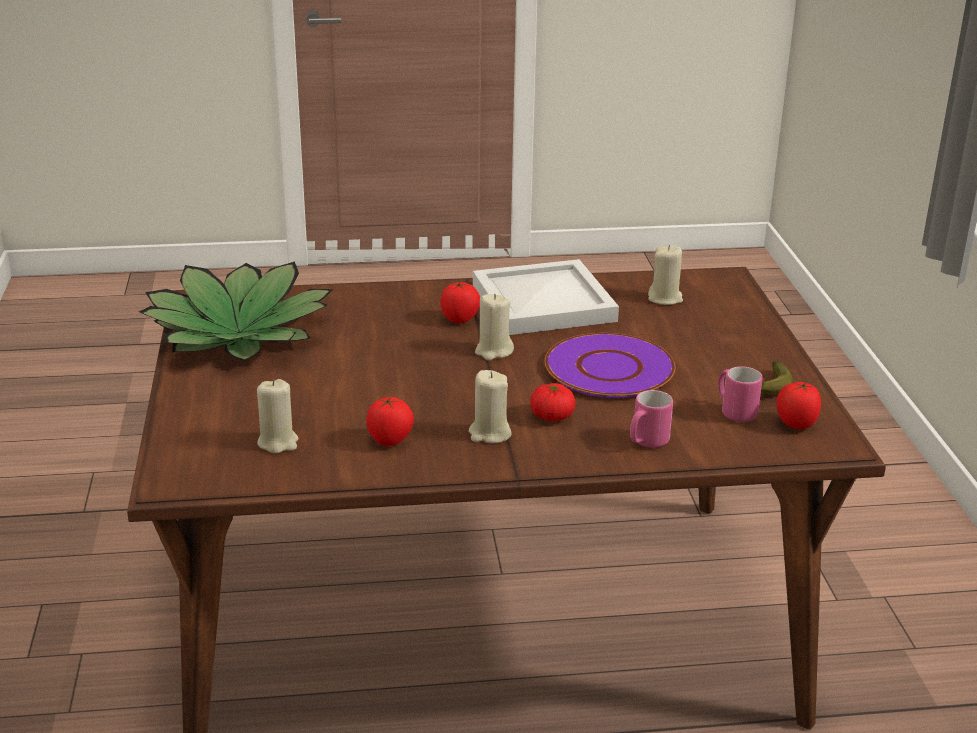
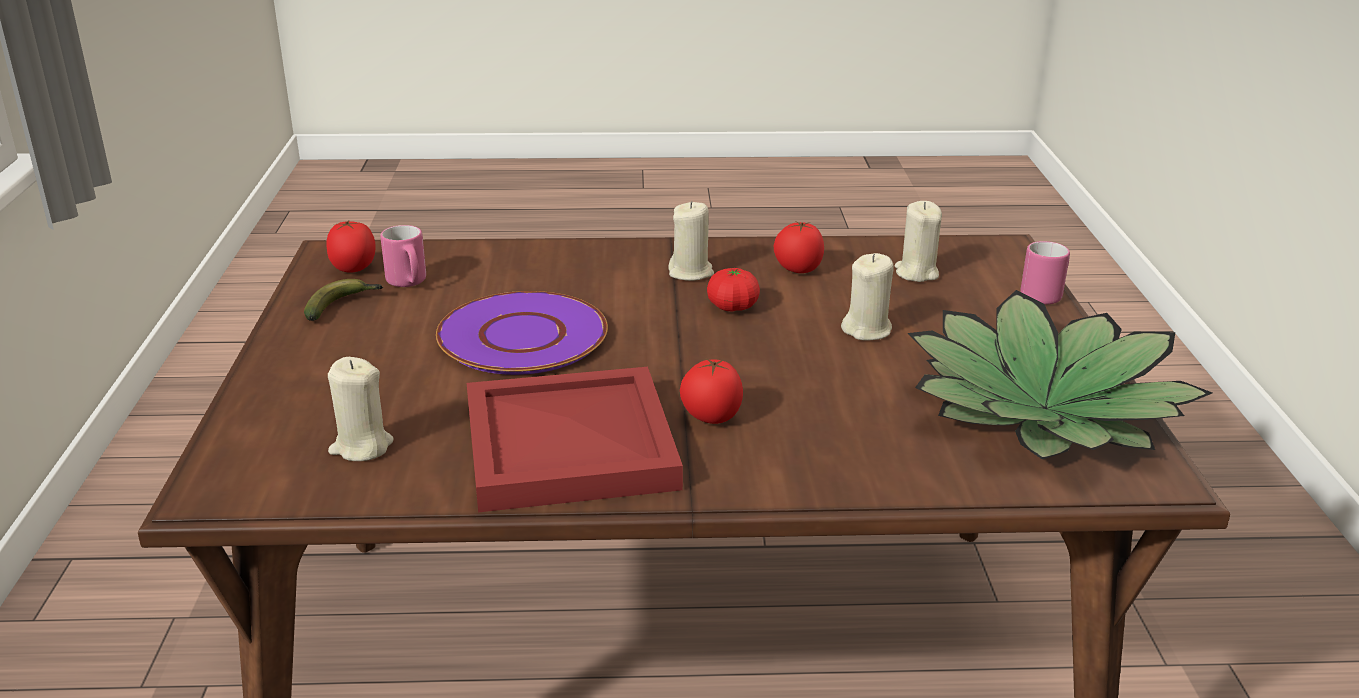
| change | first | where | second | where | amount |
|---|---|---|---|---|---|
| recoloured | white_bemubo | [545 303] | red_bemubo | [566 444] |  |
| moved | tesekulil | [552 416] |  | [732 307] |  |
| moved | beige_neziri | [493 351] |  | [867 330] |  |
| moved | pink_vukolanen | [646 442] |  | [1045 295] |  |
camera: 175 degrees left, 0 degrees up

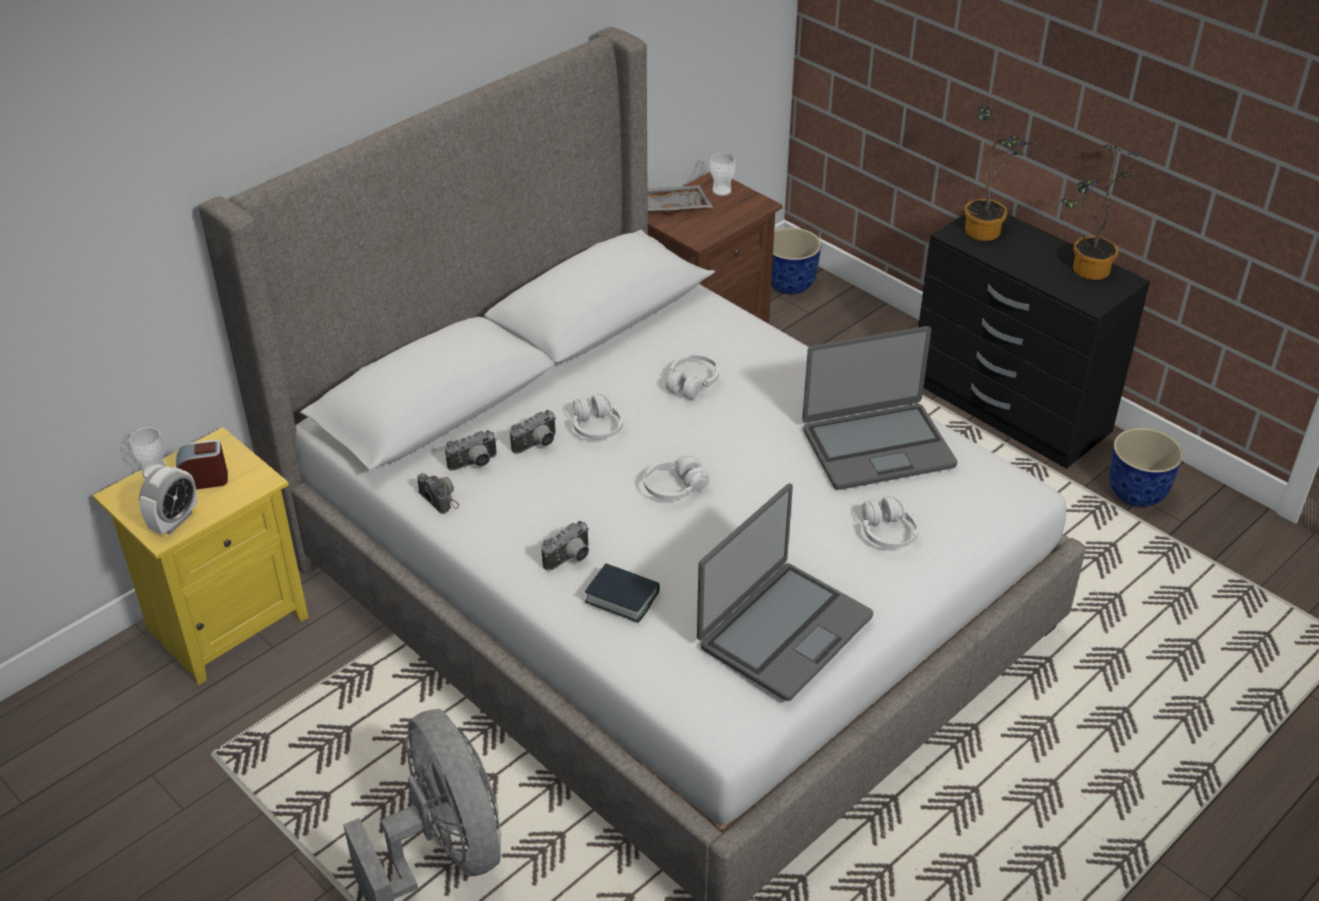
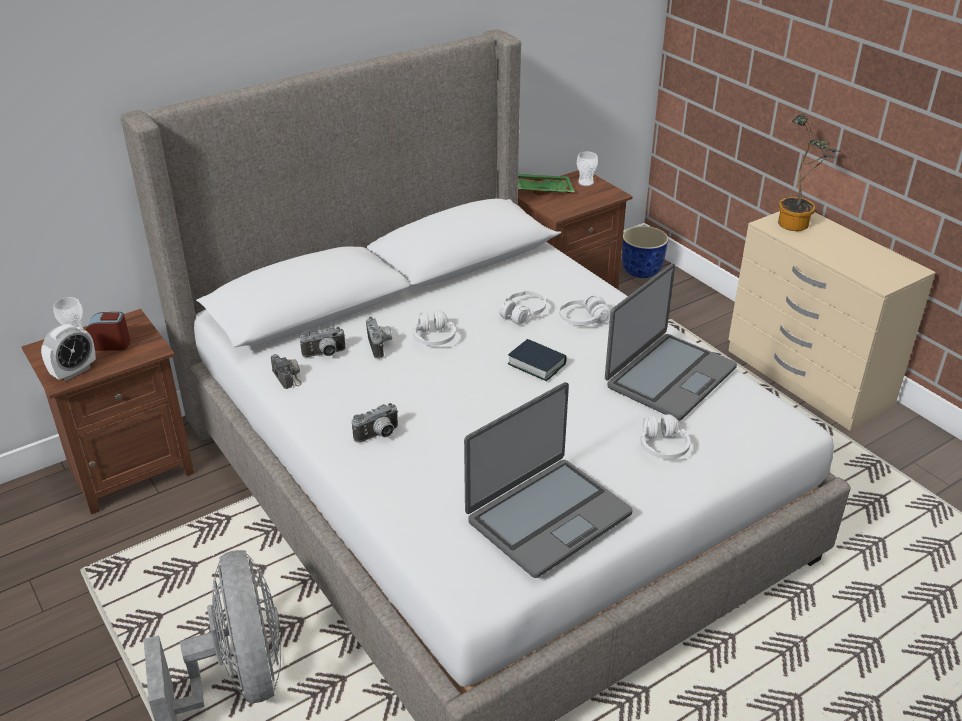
| change | first | where | second | where | amount |
|---|---|---|---|---|---|
| recoloured | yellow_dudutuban | [225 623] | brown_dudutuban | [129 469] |  |
| turned | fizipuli | [537 445] |  | [381 346] | 75 degrees counterclockwise |
| moved | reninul | [622 597] |  | [536 364] |  |
| recoloured | grey_bemubo | [672 206] | green_bemubo | [543 190] |  |
| moved | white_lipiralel | [675 488] |  | [583 320] |  |
| turned | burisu | [877 446] |  | [669 377] | 45 degrees counterclockwise |
| recoloured | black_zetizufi | [1009 408] | beige_zetizufi | [807 379] |  |
| removed | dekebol | [1085 270] |  |  |  |
| removed | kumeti | [1137 493] |  |  |  |
camera: 10 degrees right, 5 degrees down

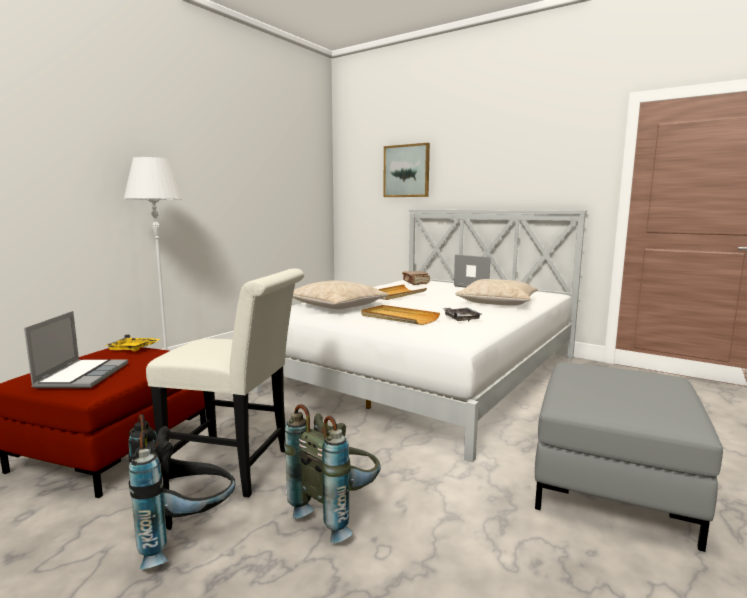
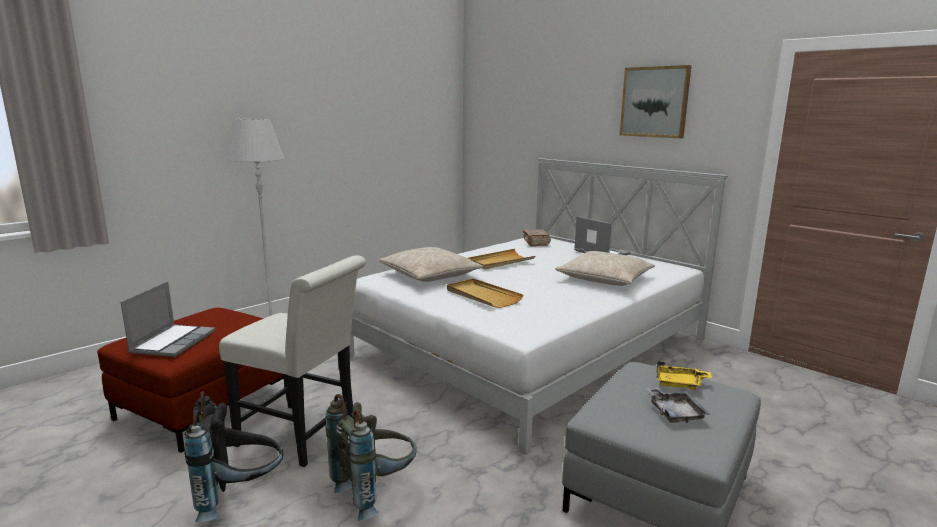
| change | first | where | second | where | amount |
|---|---|---|---|---|---|
| moved | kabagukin | [406 171] |  | [654 102] |  |
| moved | grey_bemubo | [460 319] |  | [674 412] |  |
| moved | yellow_bemubo | [132 349] |  | [680 384] |  |
camera: 10 degrees right, 5 degrees up

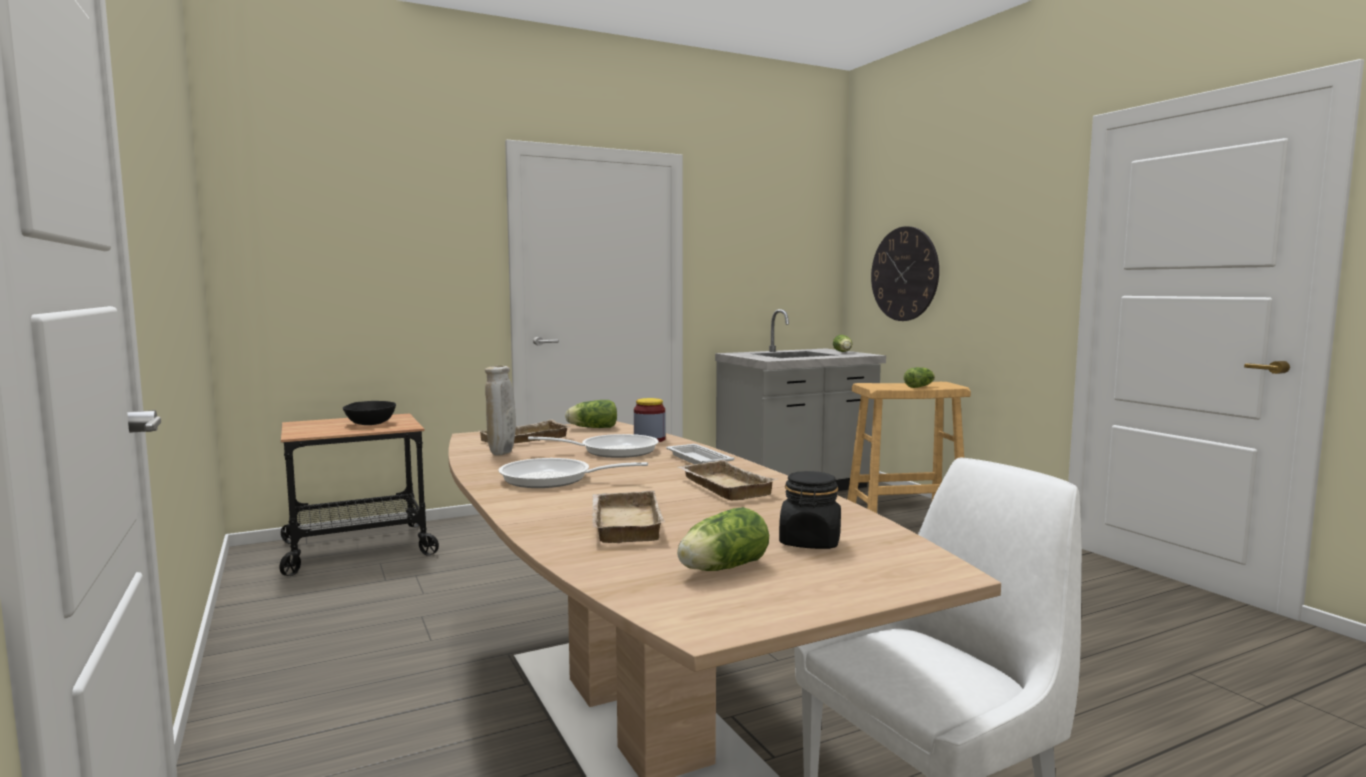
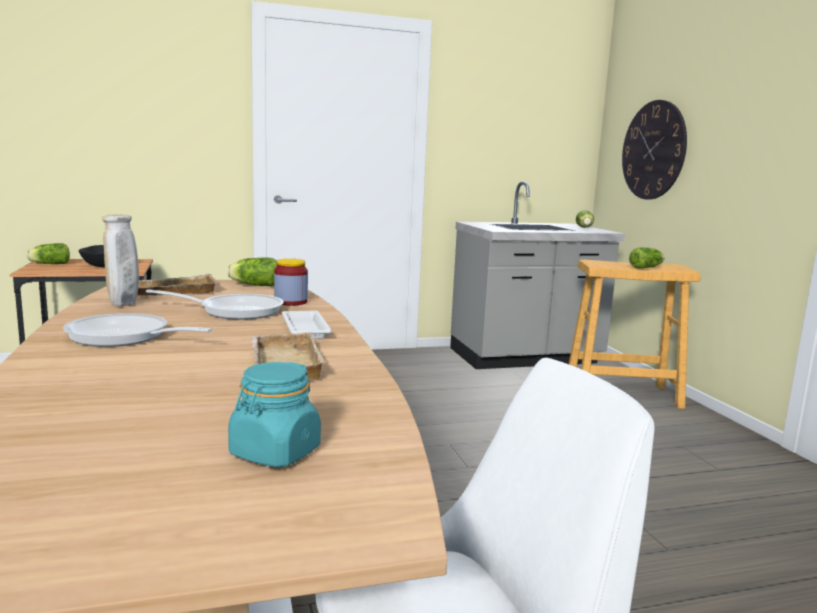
| change | first | where | second | where | amount |
|---|---|---|---|---|---|
| moved | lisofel | [720 569] |  | [49 264] |  |
| recoloured | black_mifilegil | [810 542] | turquoise_mifilegil | [275 453] |  |
| removed | beige_bemubo | [622 524] |  |  |  |
camera: 10 degrees right, 5 degrees up

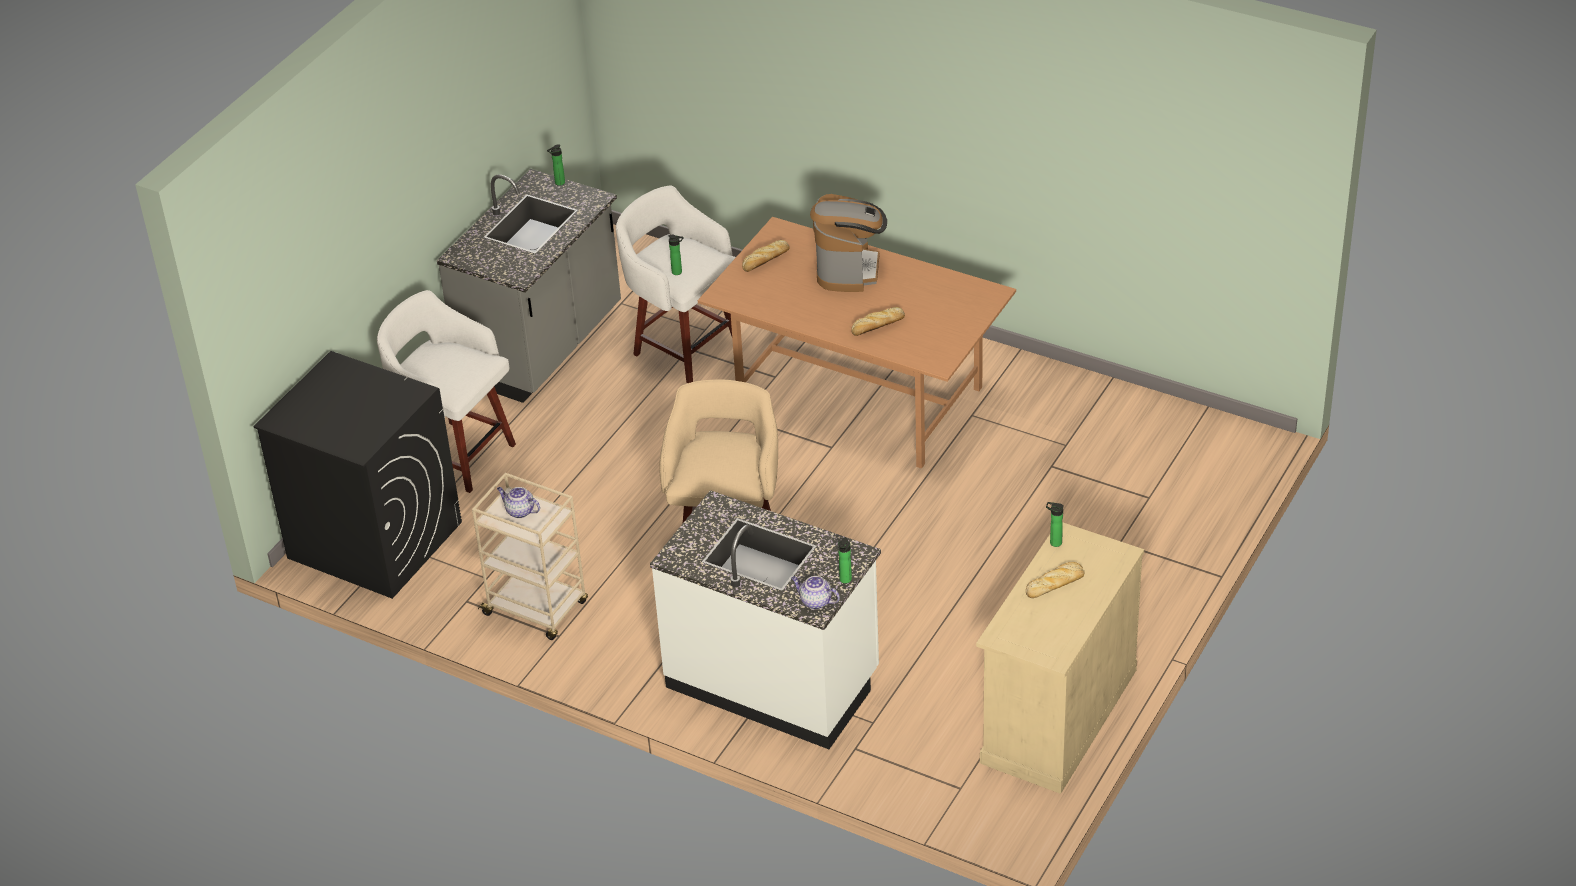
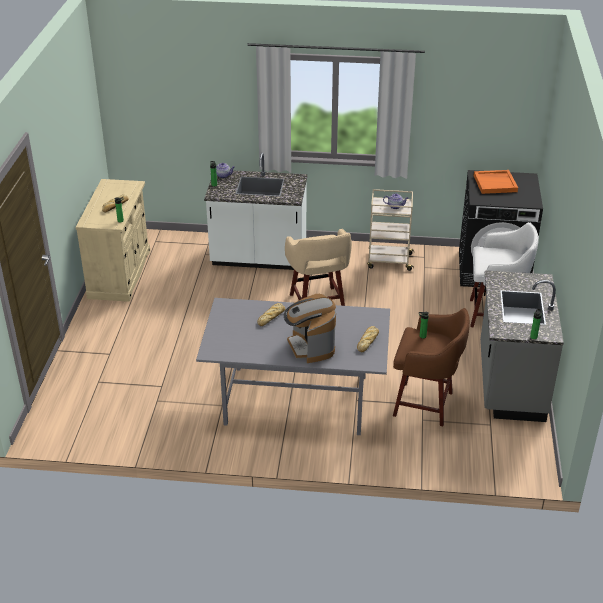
| change | first | where | second | where | amount |
|---|---|---|---|---|---|
| recoloured | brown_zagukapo | [862 397] | grey_zagukapo | [295 400] |  |
| recoloured | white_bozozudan | [684 347] | brown_bozozudan | [425 404] |  |
| added |  |  | orange_bemubo | [495 183] |  |
camera: 155 degrees right, 5 degrees down

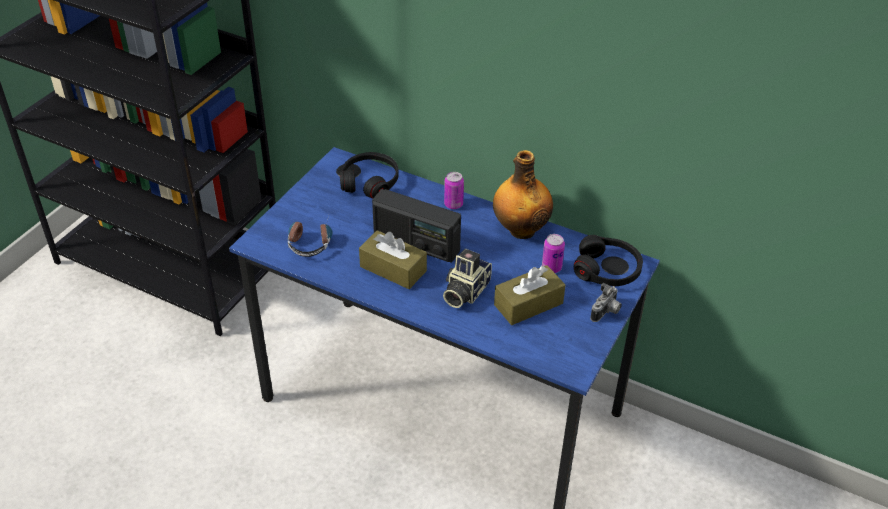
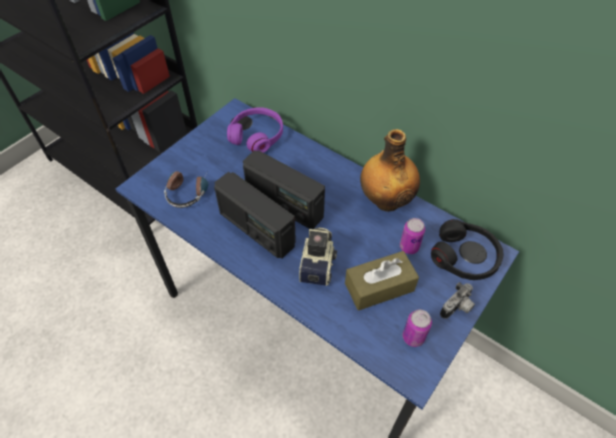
| change | first | where | second | where | amount |
|---|---|---|---|---|---|
| replaced | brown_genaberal | [393 269] | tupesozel | [256 229] |  |
| recoloured | black_lipiralel | [370 182] | purple_lipiralel | [257 135] |  |
| turned | fizipuli | [464 291] |  | [319 263] | 150 degrees clockwise |
| moved | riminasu | [453 204] |  | [413 337] |  |
camera: 10 degrees right, 10 degrees up

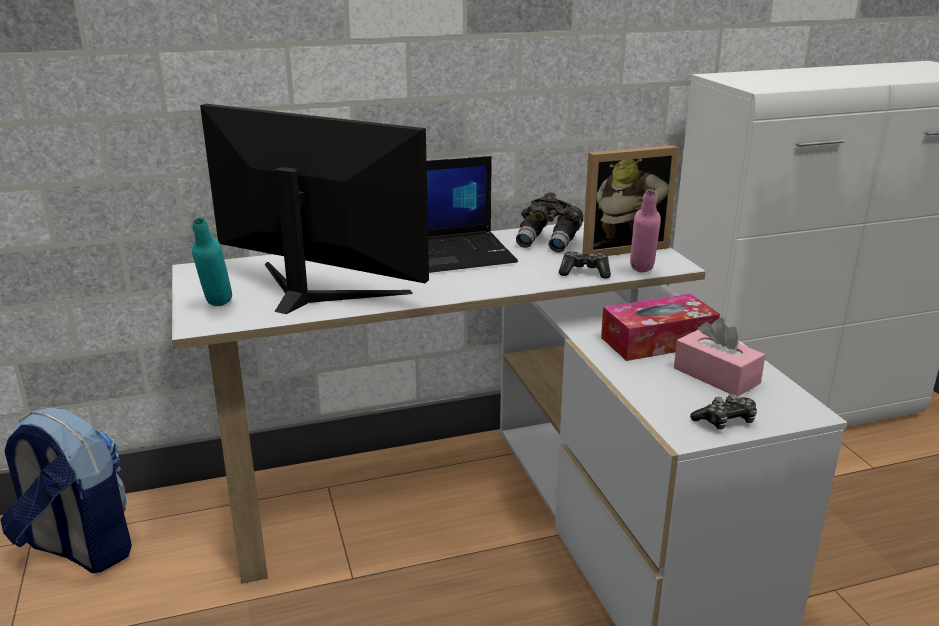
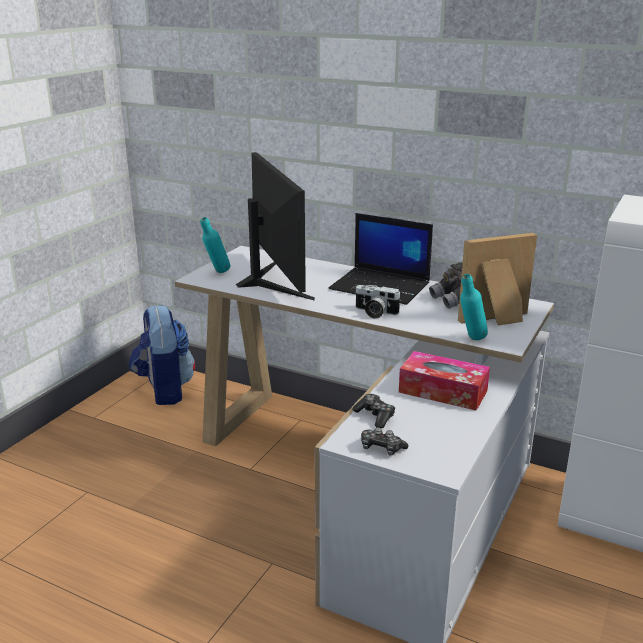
| change | first | where | second | where | amount |
|---|---|---|---|---|---|
| moved | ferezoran | [584 272] |  | [375 416] |  |
| added |  |  | fizipuli | [375 313] |  |
| turned | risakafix | [621 247] |  | [497 320] | 135 degrees clockwise |
| recoloured | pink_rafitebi | [642 273] | turquoise_rafitebi | [470 340] |  |
| removed | pink_genaberal | [716 376] |  |  |  |
camera: 45 degrees right, 0 degrees up

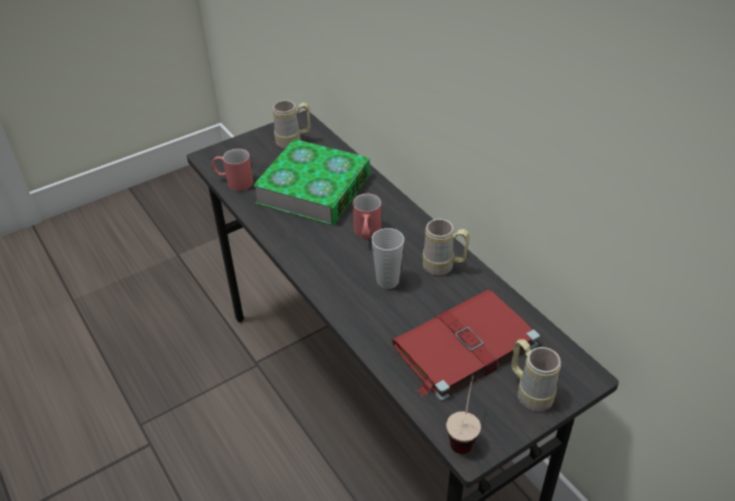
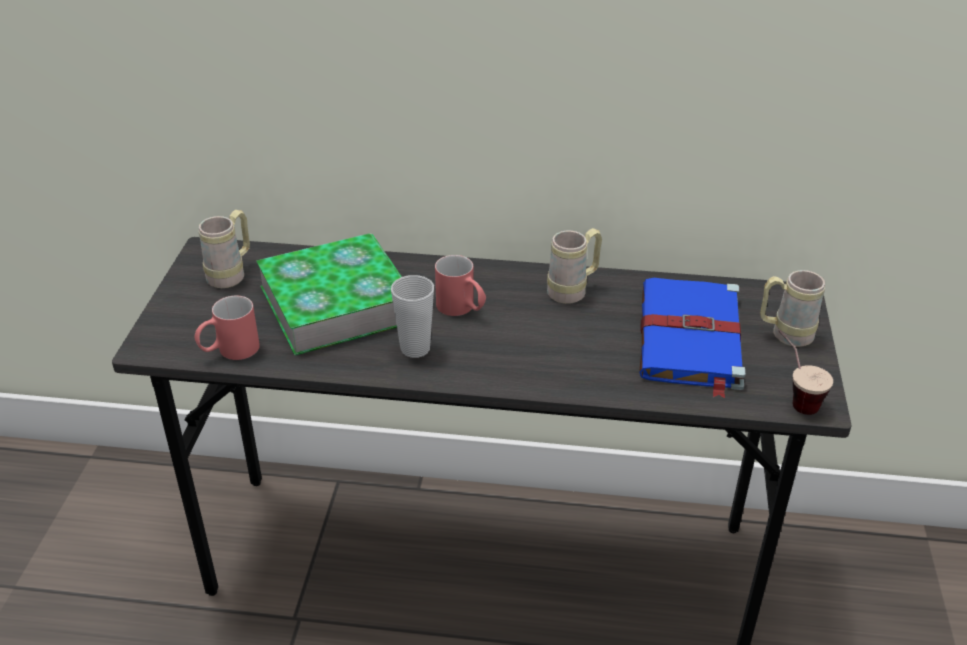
| change | first | where | second | where | amount |
|---|---|---|---|---|---|
| moved | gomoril | [387 281] |  | [415 349] |  |
| recoloured | red_reninul | [463 347] | blue_reninul | [690 339] |  |
camera: 50 degrees left, 5 degrees down

